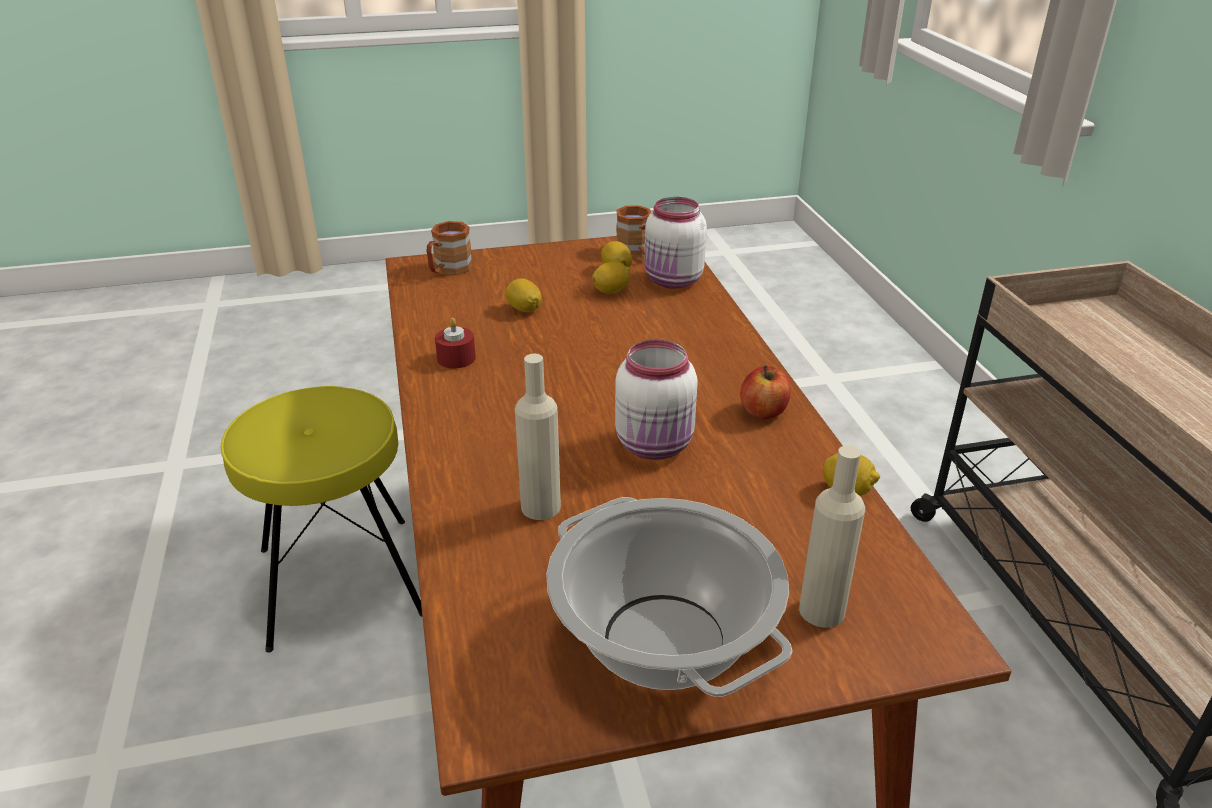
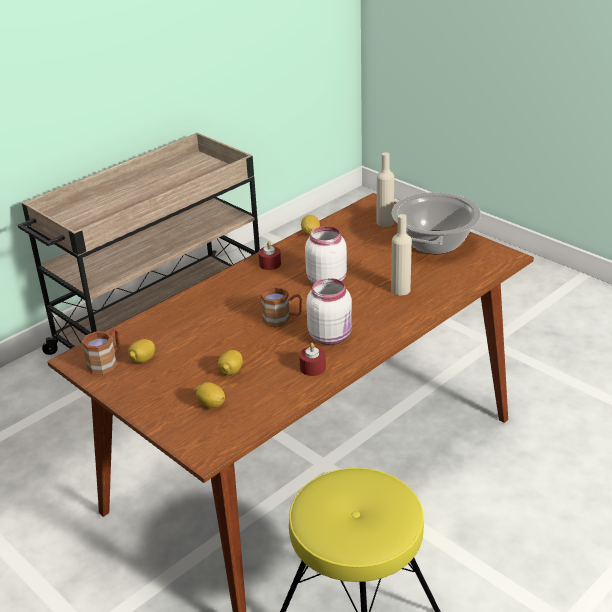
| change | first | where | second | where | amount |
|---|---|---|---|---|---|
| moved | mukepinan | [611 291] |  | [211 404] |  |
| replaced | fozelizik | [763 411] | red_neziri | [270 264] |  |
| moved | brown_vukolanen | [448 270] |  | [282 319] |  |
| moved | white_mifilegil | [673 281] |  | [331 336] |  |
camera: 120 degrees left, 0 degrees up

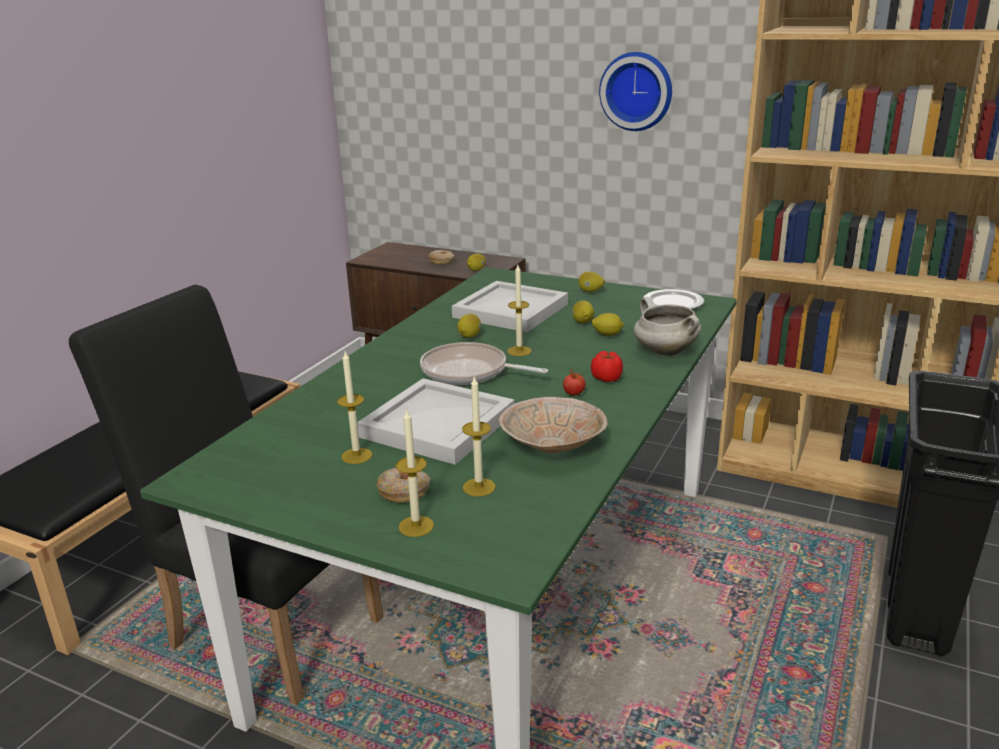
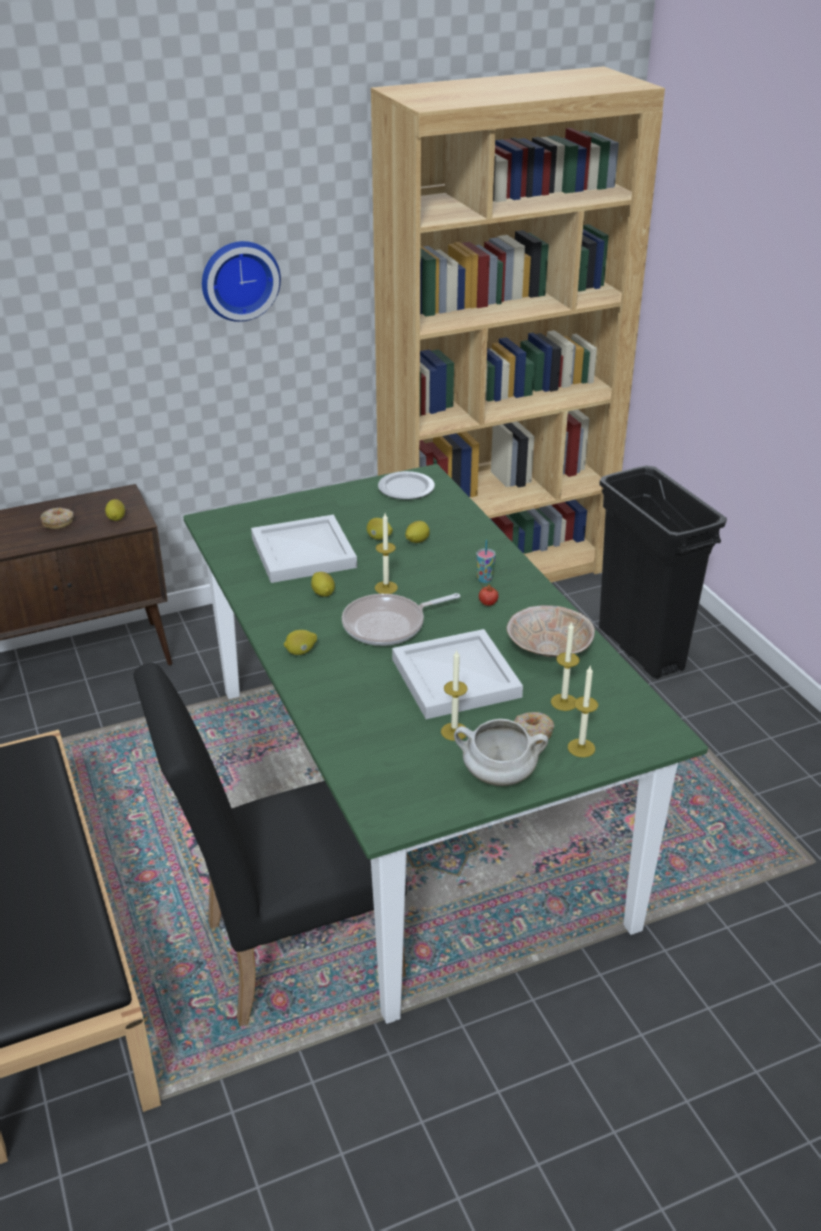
| change | first | where | second | where | amount |
|---|---|---|---|---|---|
| moved | mukepinan | [590 291] |  | [301 652] |  |
| moved | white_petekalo | [664 352] |  | [497 776] |  |
| replaced | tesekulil | [607 378] | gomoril | [484 579] |  |
camera: 50 degrees left, 10 degrees up

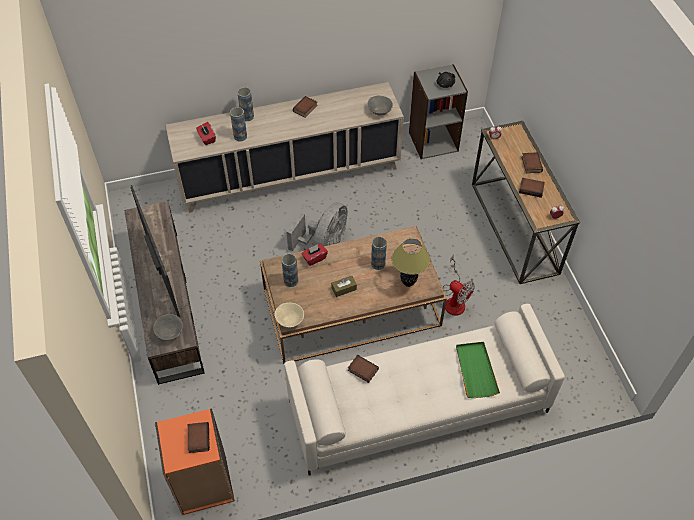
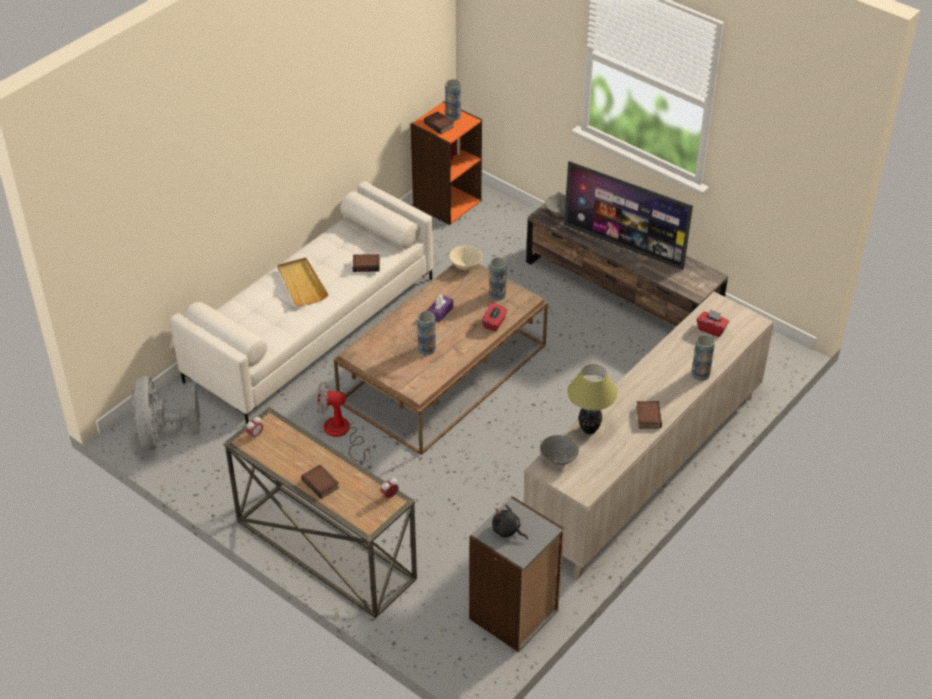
| change | first | where | second | where | amount |
|---|---|---|---|---|---|
| moved | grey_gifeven | [323 244] |  | [161 435] |  |
| added |  |  | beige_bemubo | [301 284] |  |
| recoloured | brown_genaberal | [344 289] | purple_genaberal | [440 312] |  |
| moved | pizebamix | [240 136] |  | [453 116] |  |
| moved | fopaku | [408 282] |  | [589 429] |  |
| removed | green_bemubo | [475 370] |  |  |  |
| removed | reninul | [531 189] |  |  |  |
camera: 145 degrees right, 10 degrees down

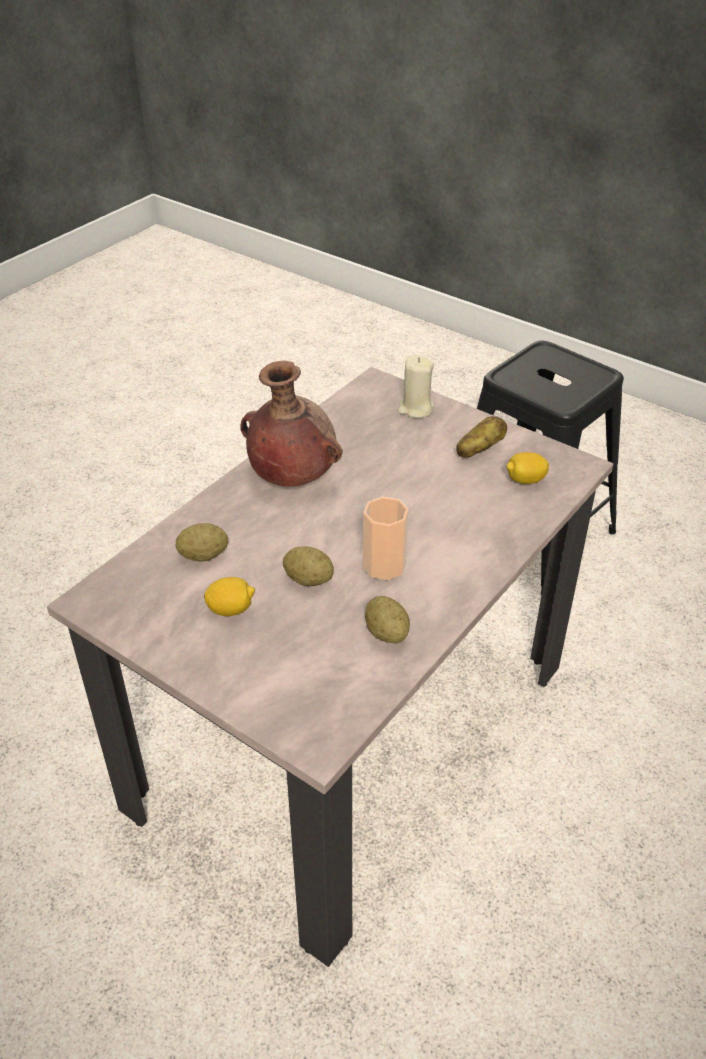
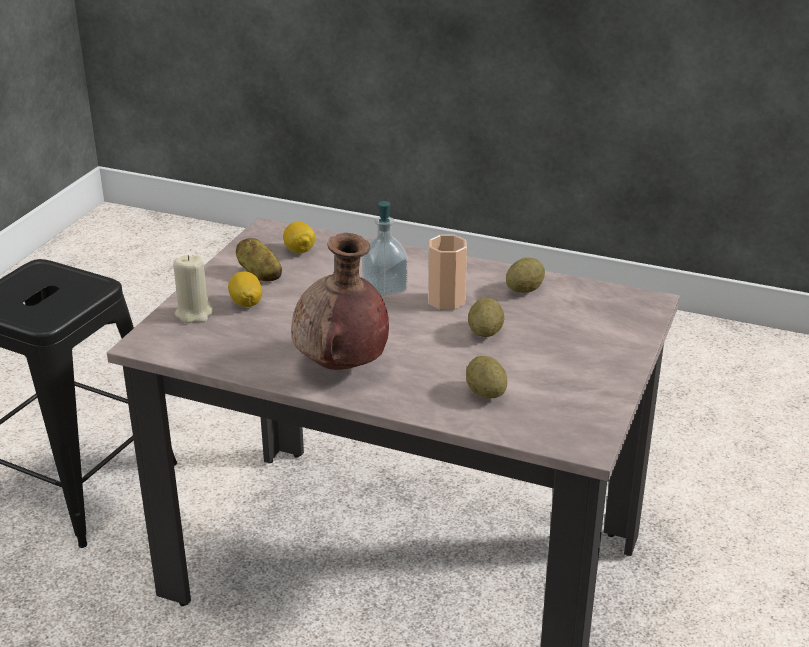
| change | first | where | second | where | amount |
|---|---|---|---|---|---|
| moved | mukepinan | [231 609] |  | [246 303] |  |
| added |  |  | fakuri | [385 288] |  |
camera: 105 degrees left, 10 degrees down

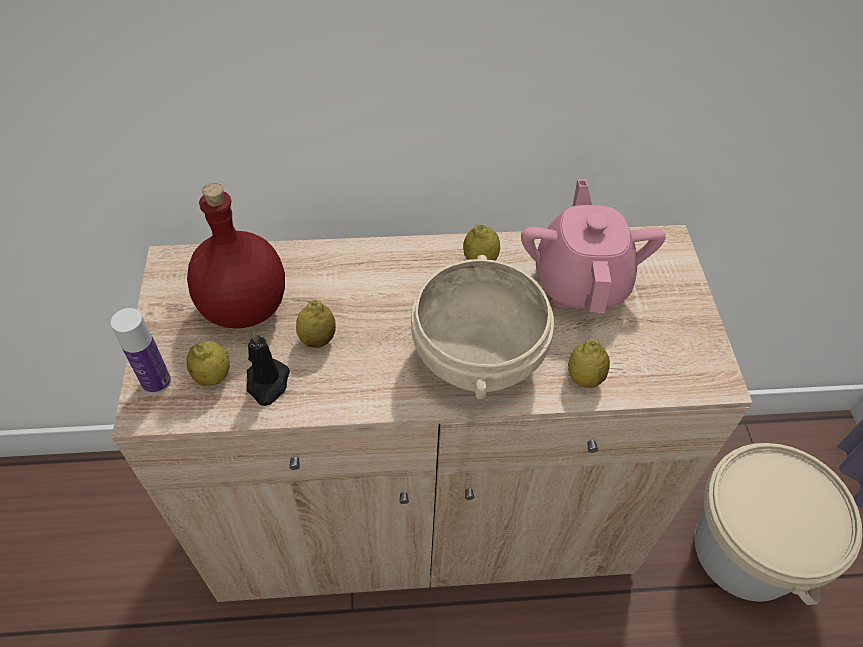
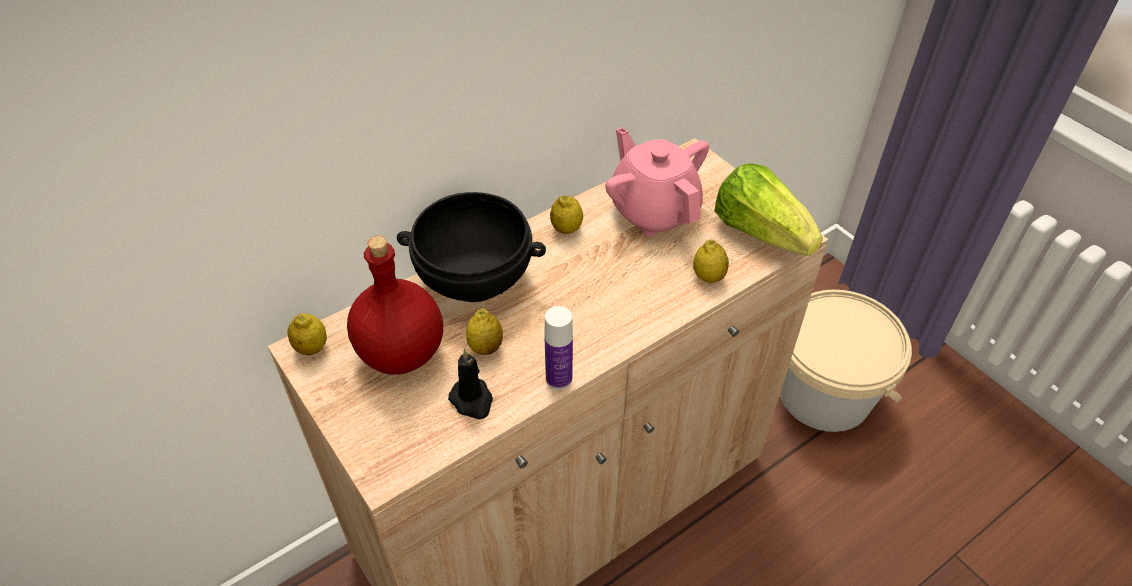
| change | first | where | second | where | amount |
|---|---|---|---|---|---|
| moved | mukepinan | [213 376] |  | [311 348] |  |
| added |  |  | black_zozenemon | [475 277] |  |
| moved | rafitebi | [156 381] |  | [559 378] |  |
| added |  |  | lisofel | [760 232] |  |
| removed | beige_zozenemon | [480 356] |  |  |  |
camera: 30 degrees left, 5 degrees down

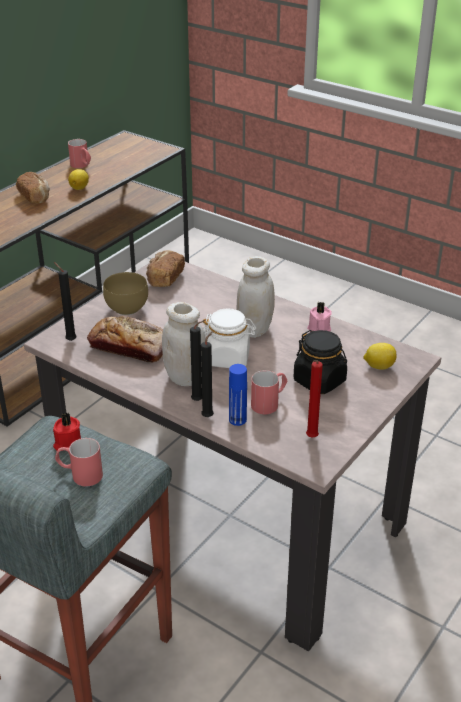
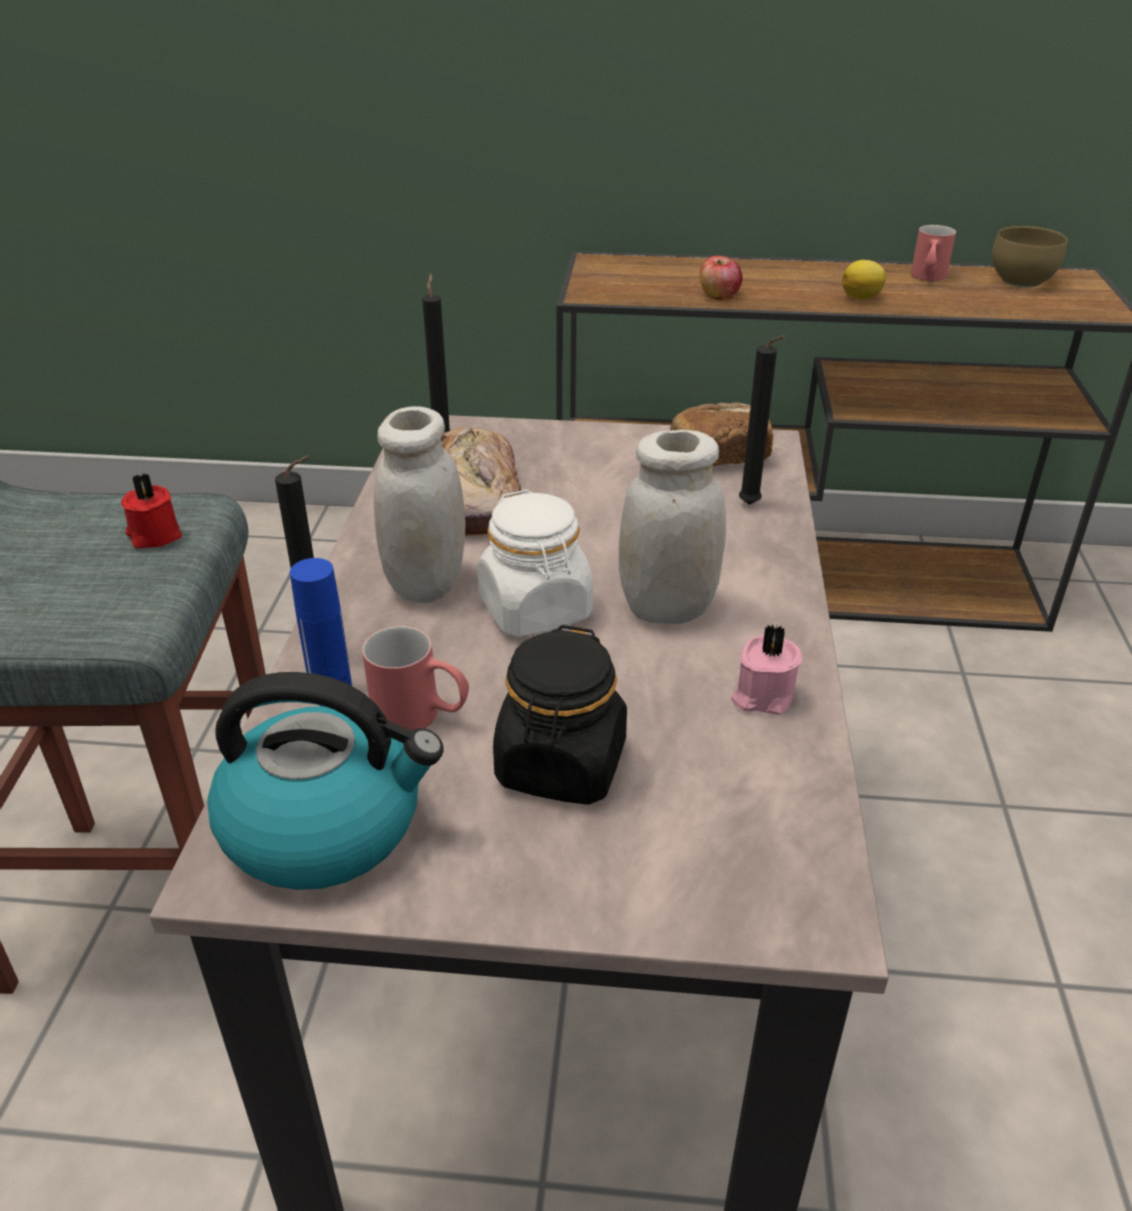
| change | first | where | second | where | amount |
|---|---|---|---|---|---|
| replaced | red_neziri | [311 438] | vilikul | [326 826] |  |
| added |  |  | fozelizik | [719 295] |  |
| moved | black_neziri | [199 400] |  | [751 506] |  |
| moved | brown_zozenemon | [127 307] |  | [1022 281] |  |
| removed | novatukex | [35 197] |  |  |  |
| removed | red_vukolanen | [80 475] |  |  |  |
| removed | mukepinan | [378 366] |  |  |  |
camera: 60 degrees right, 0 degrees up

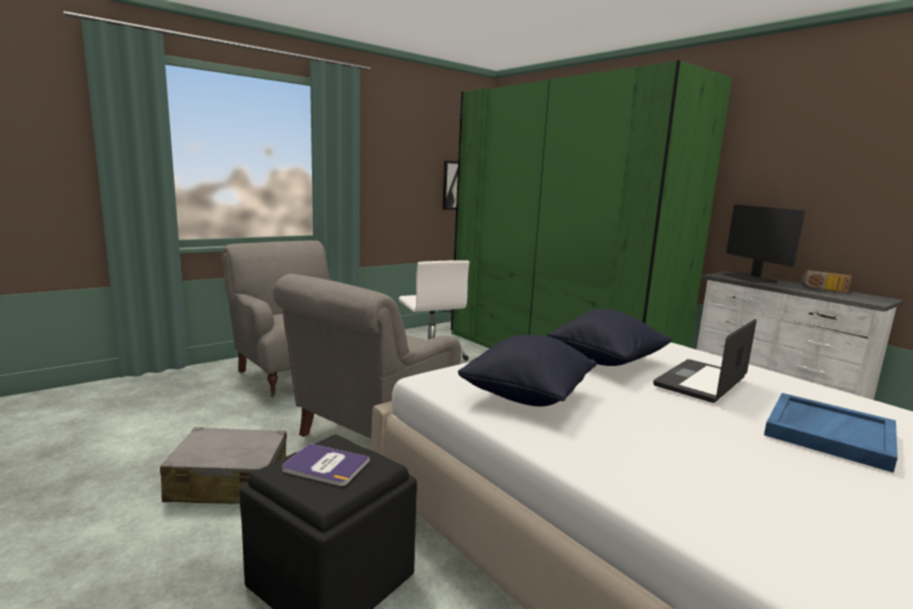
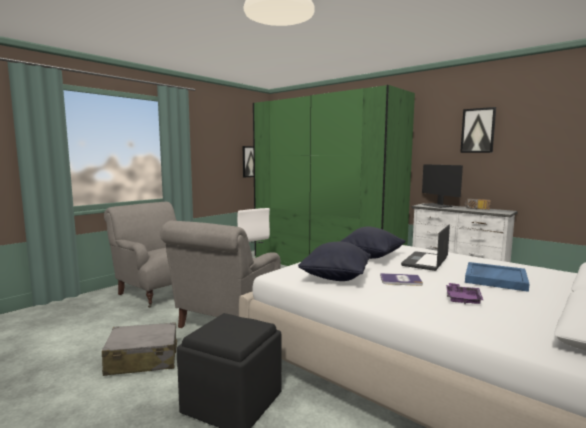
| change | first | where | second | where | amount |
|---|---|---|---|---|---|
| moved | reninul | [325 466] |  | [400 280] |  |
| added |  |  | purple_bemubo | [462 299] |  |
| added |  |  | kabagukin | [478 130] |  |
camera: 10 degrees left, 5 degrees down

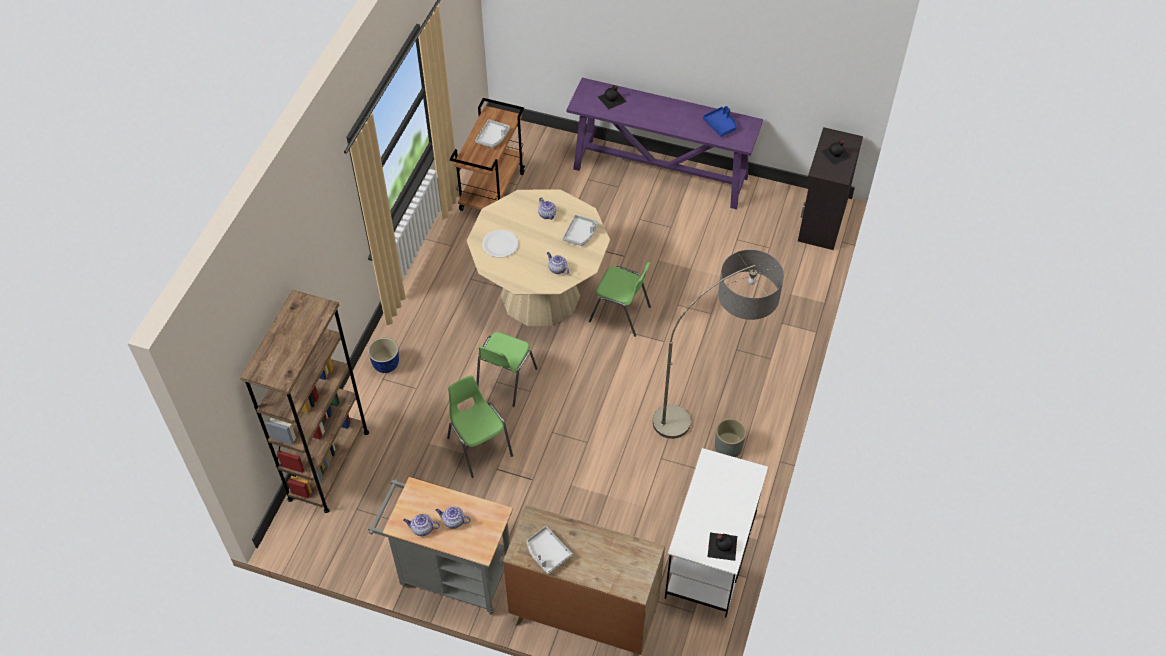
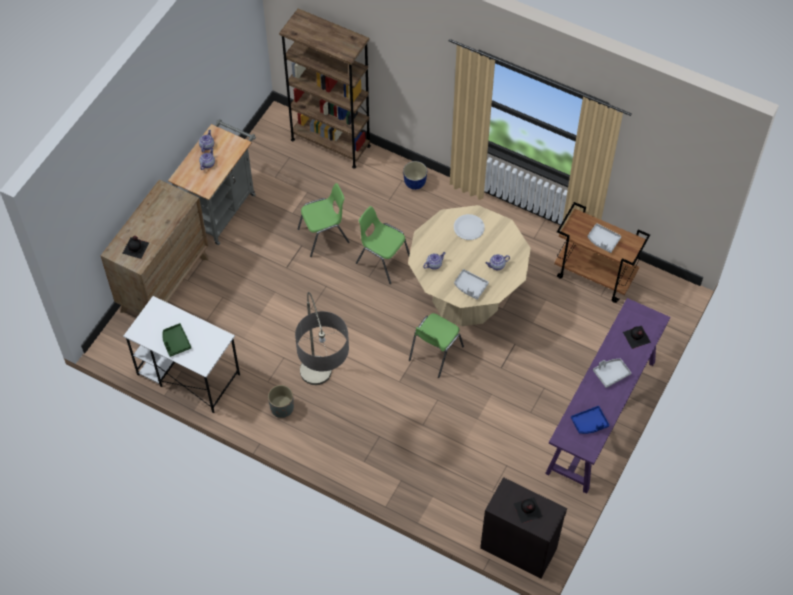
| change | first | where | second | where | amount |
|---|---|---|---|---|---|
| moved | black_rafitebi | [722 546] |  | [136 247] |  |
| added |  |  | green_bemubo | [175 342] |  |
| moved | grey_bemubo | [547 553] |  | [611 374] |  |
camera: 100 degrees right, 5 degrees up

